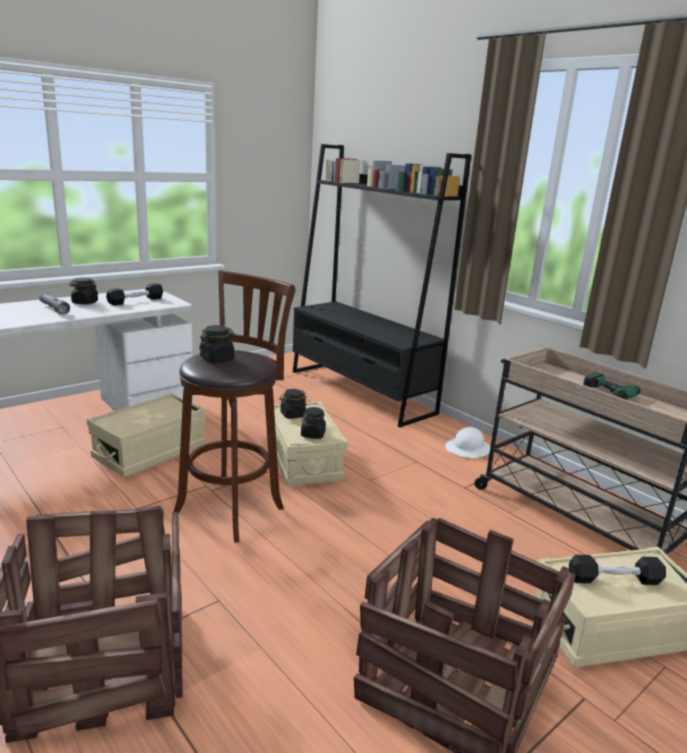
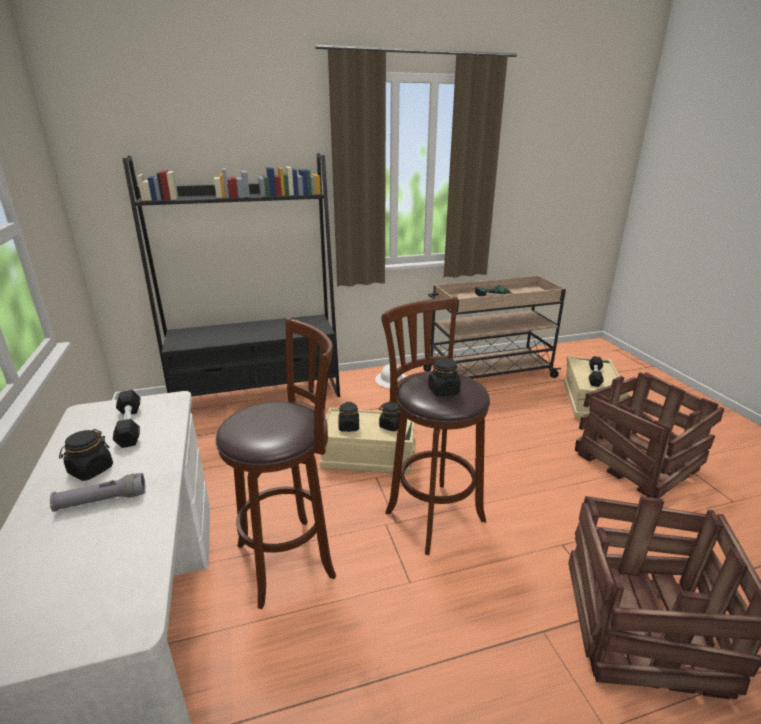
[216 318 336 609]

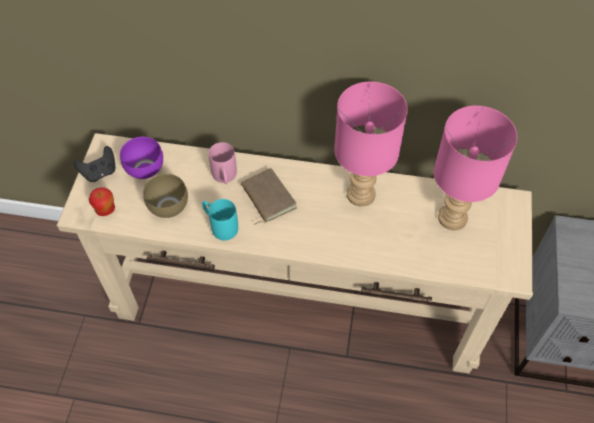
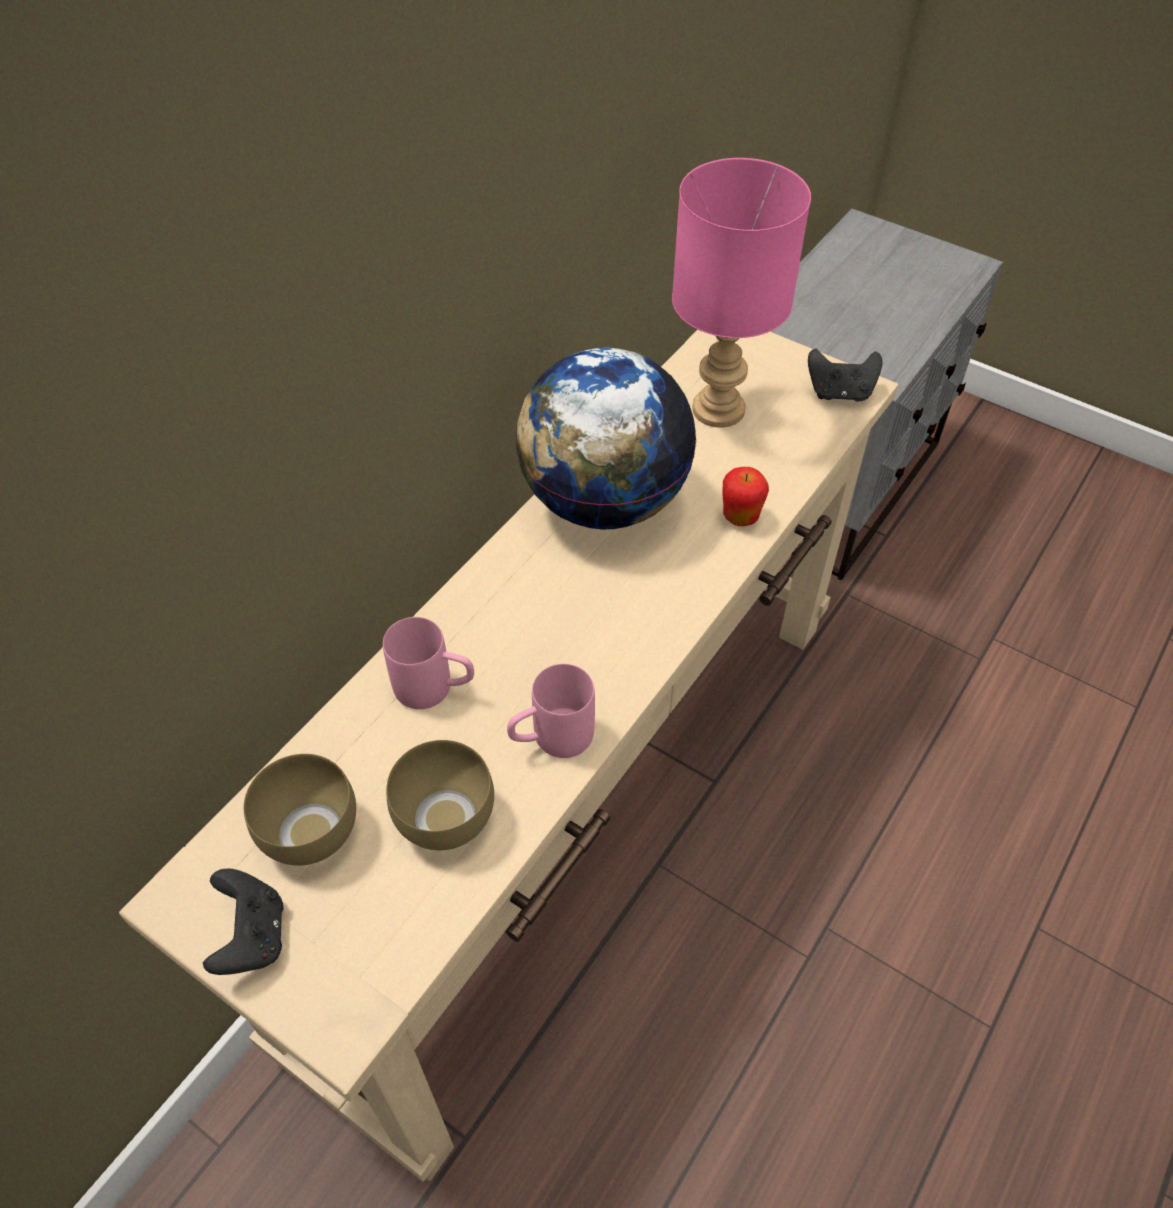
[241 168 297 225] (first image)
[808 349 882 402]
[722 467 769 526]
[515 348 697 529]
[244 754 356 866]
[507 664 595 758]

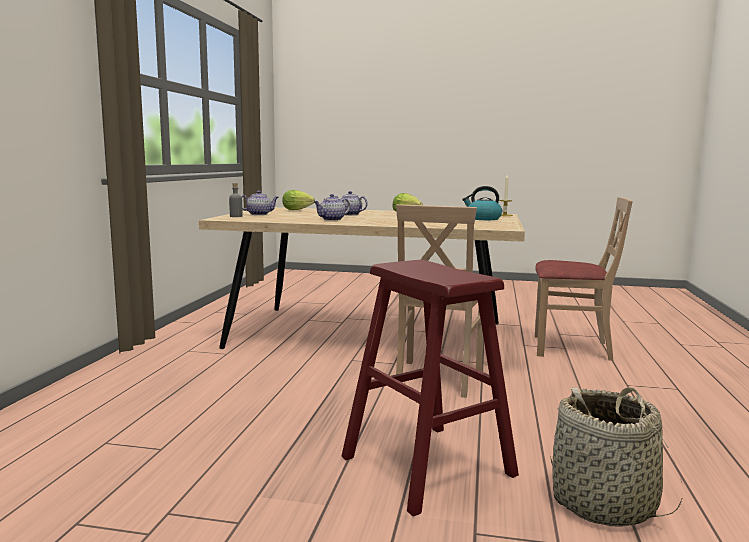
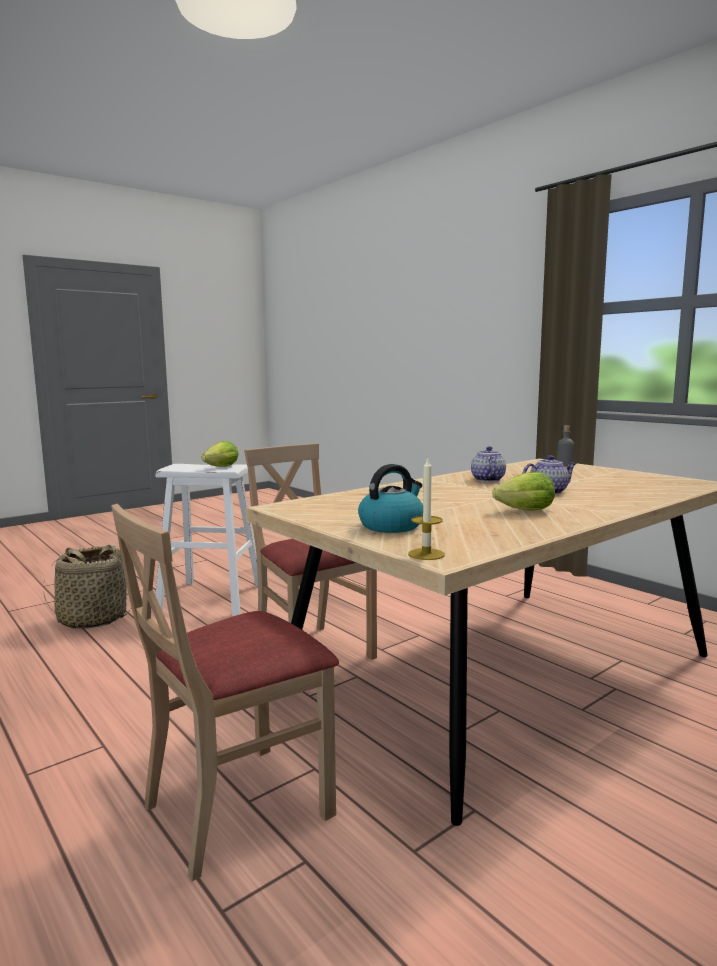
[241 191 278 215] (first image)
[202 441 239 467]
[156 464 258 616]

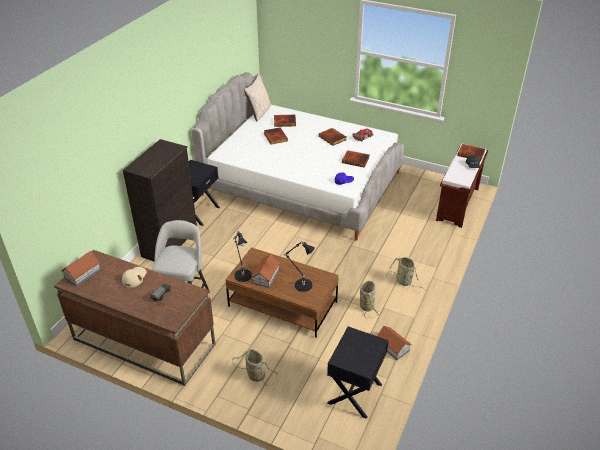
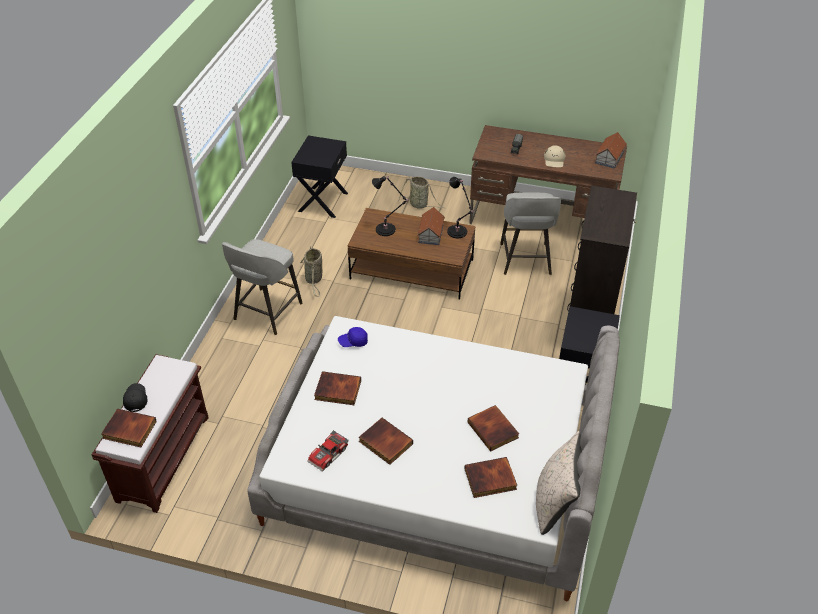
[377 326 411 360] (first image)
[222 239 303 335]

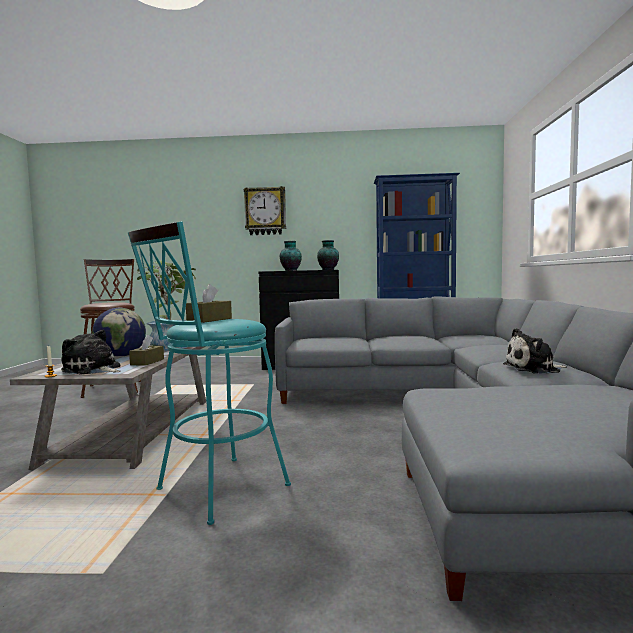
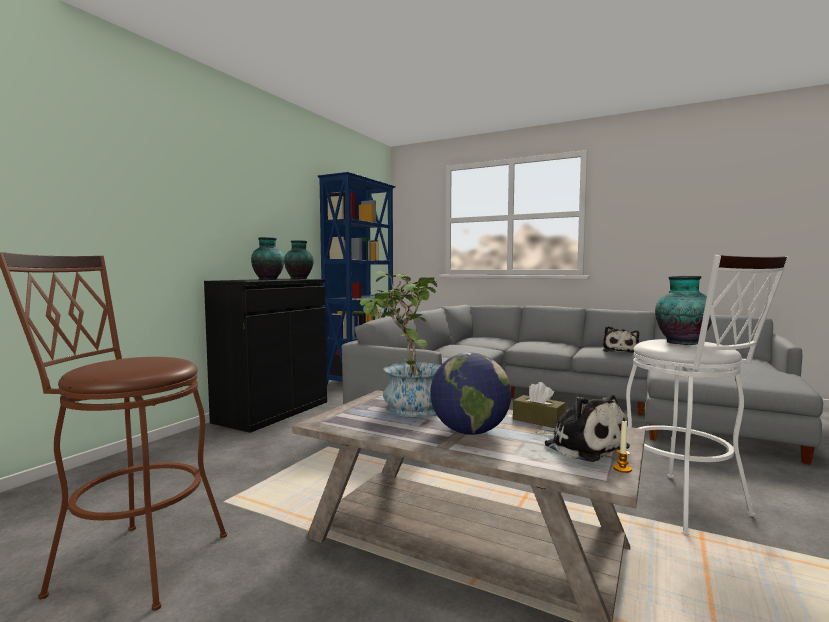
[244 186 286 235] (first image)
[655 276 712 345]
[626 255 788 535]
[535 394 630 462]

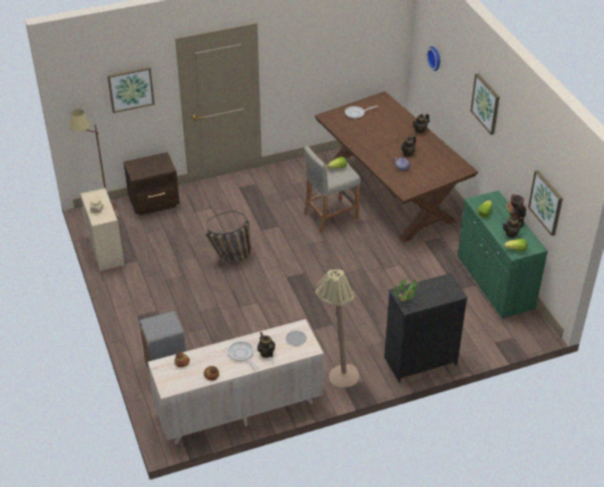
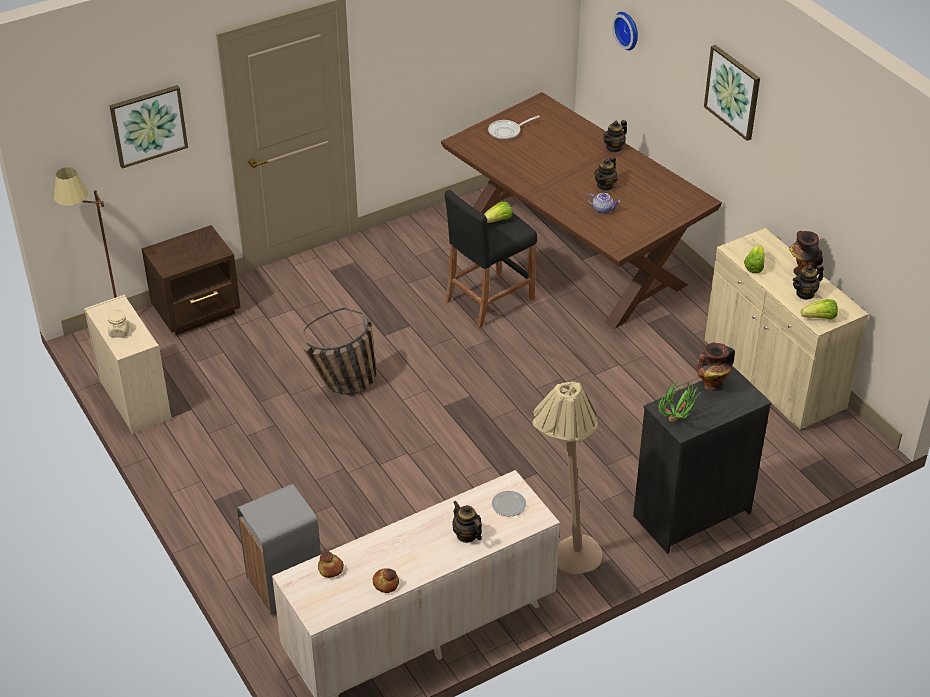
[228 341 259 369] (first image)
[528 170 563 236] (first image)
[696 343 735 392]
[445 190 537 328]
[705 228 868 430]

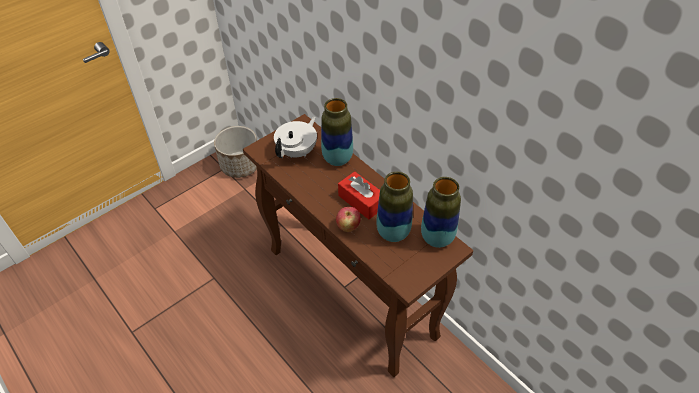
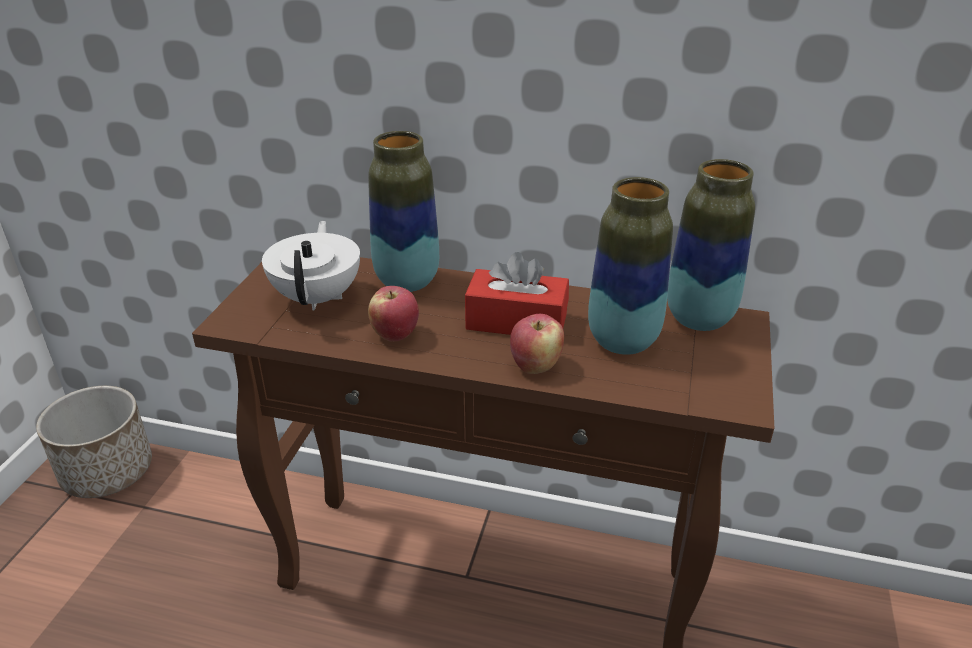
[368 286 419 342]

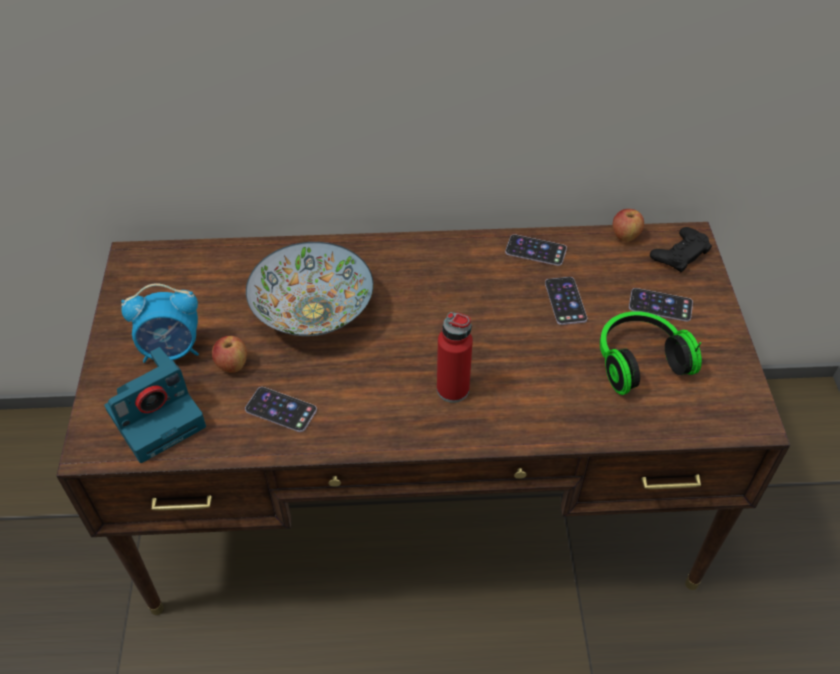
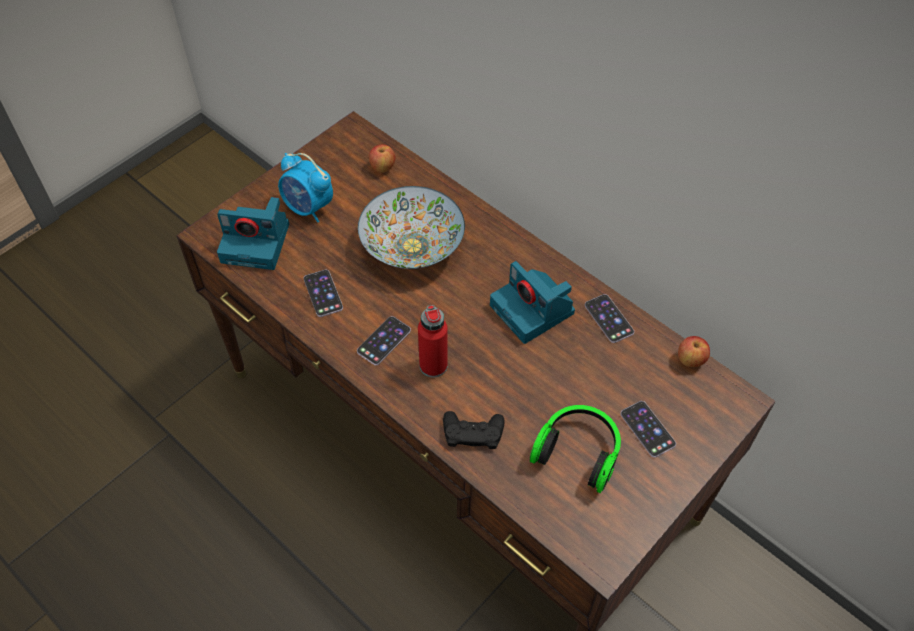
[490 261 575 344]
[369 144 396 173]
[357 316 411 365]
[443 411 505 449]

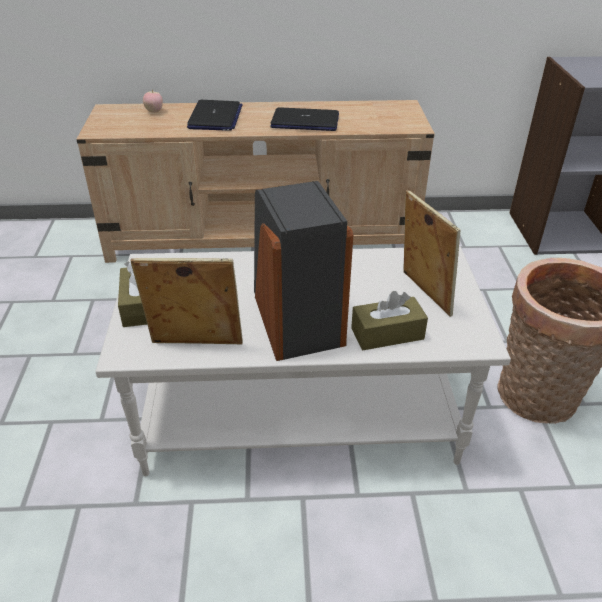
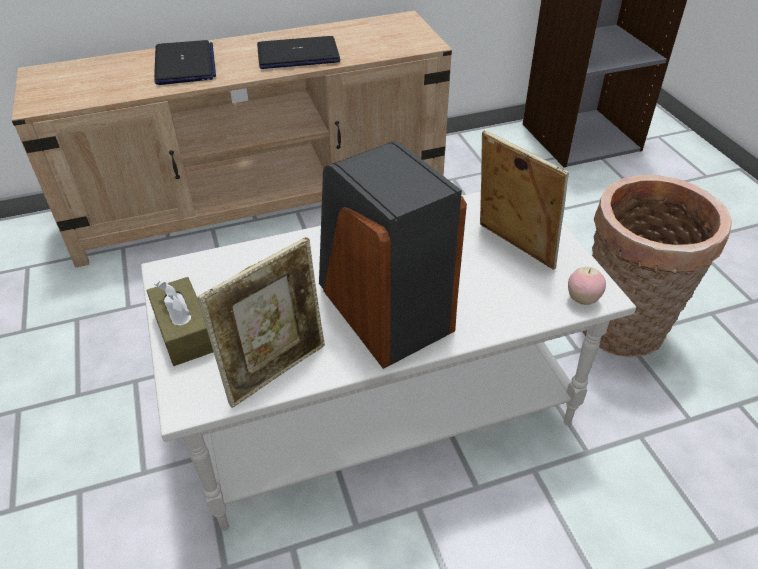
[351 291 428 350] (first image)
[568 267 606 305]
[197 237 325 408]

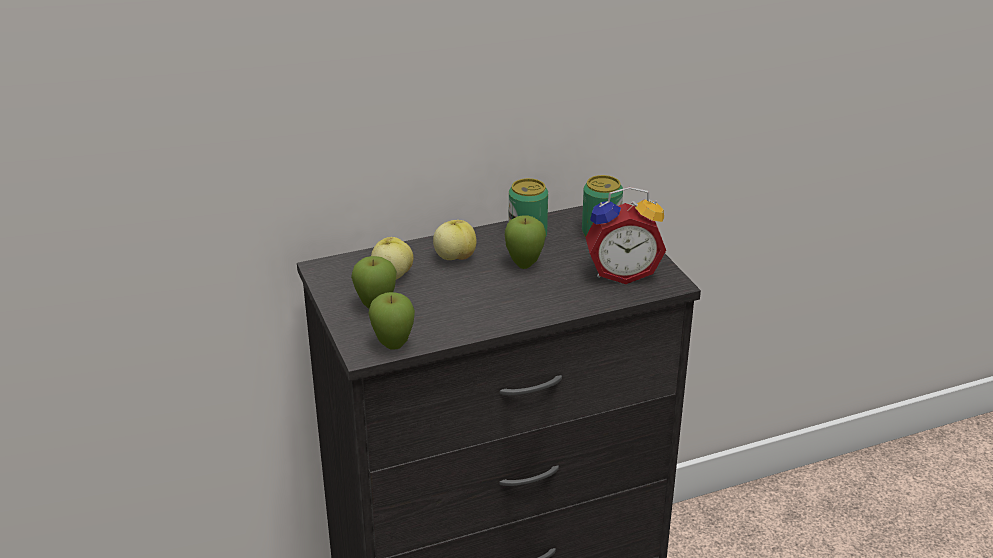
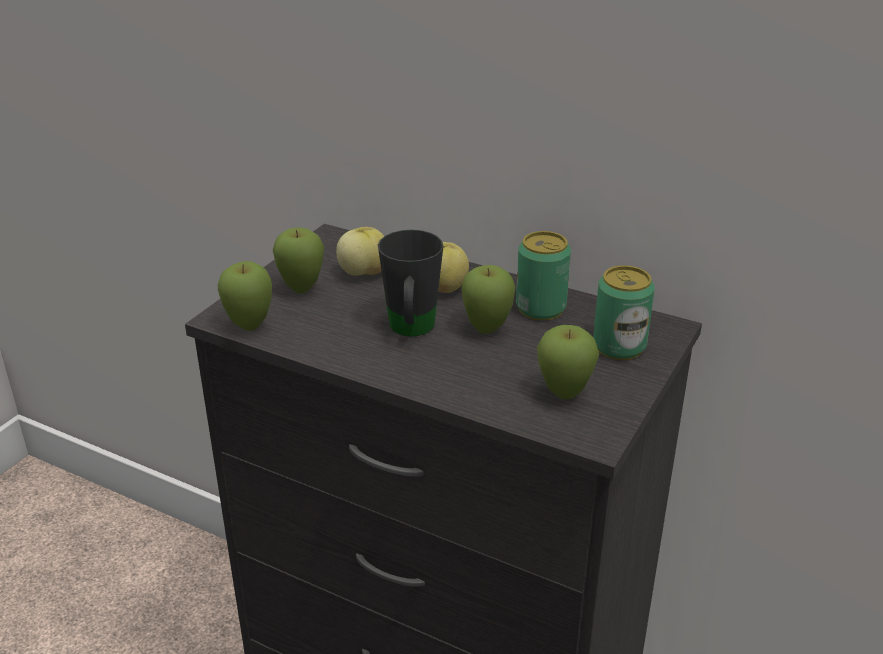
[378 230 443 336]
[537 325 599 399]

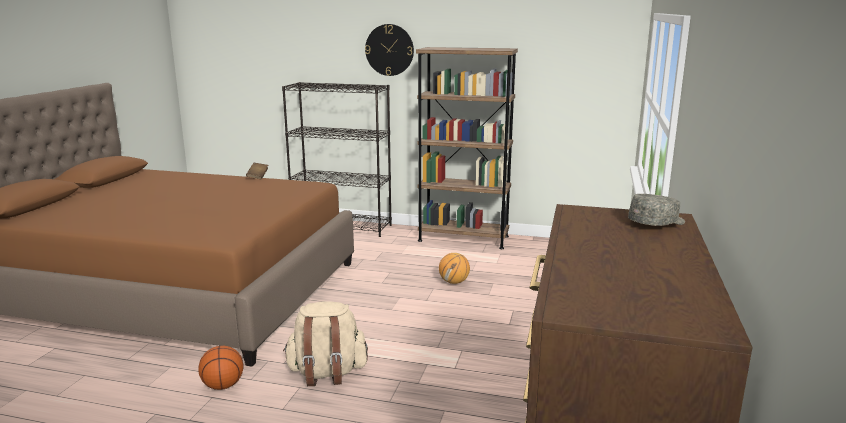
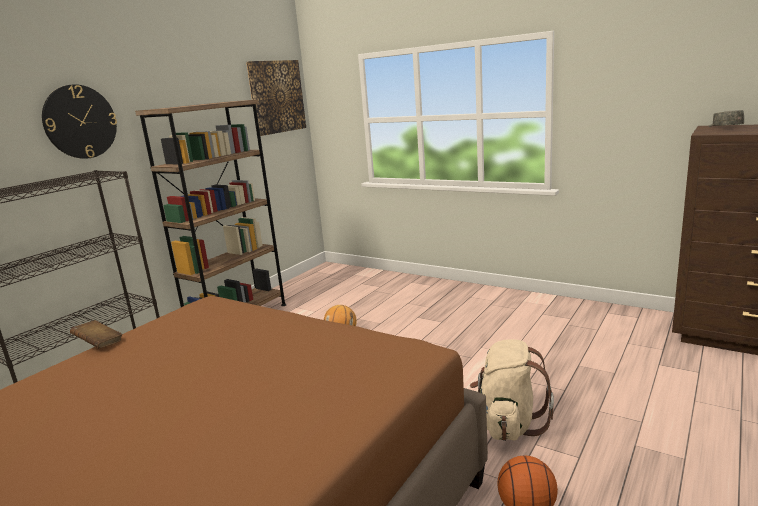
[246 60 306 136]

